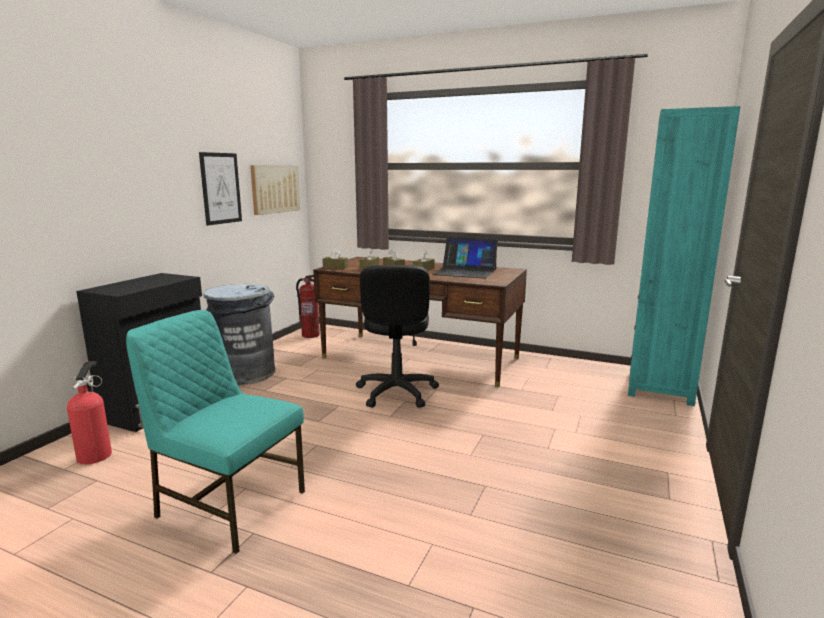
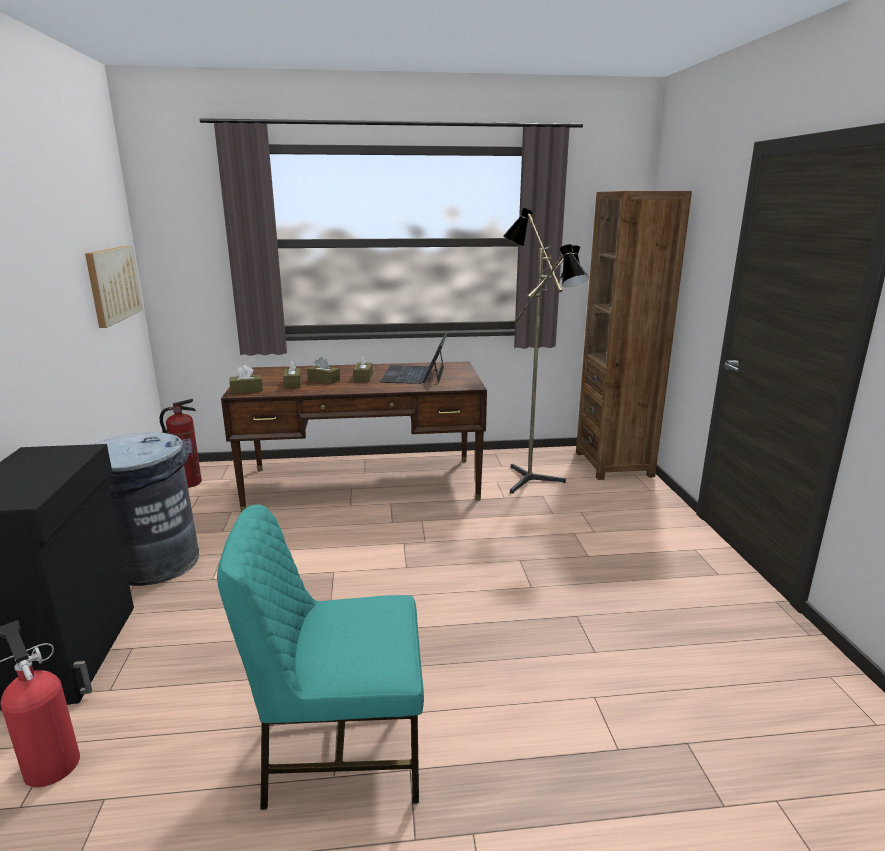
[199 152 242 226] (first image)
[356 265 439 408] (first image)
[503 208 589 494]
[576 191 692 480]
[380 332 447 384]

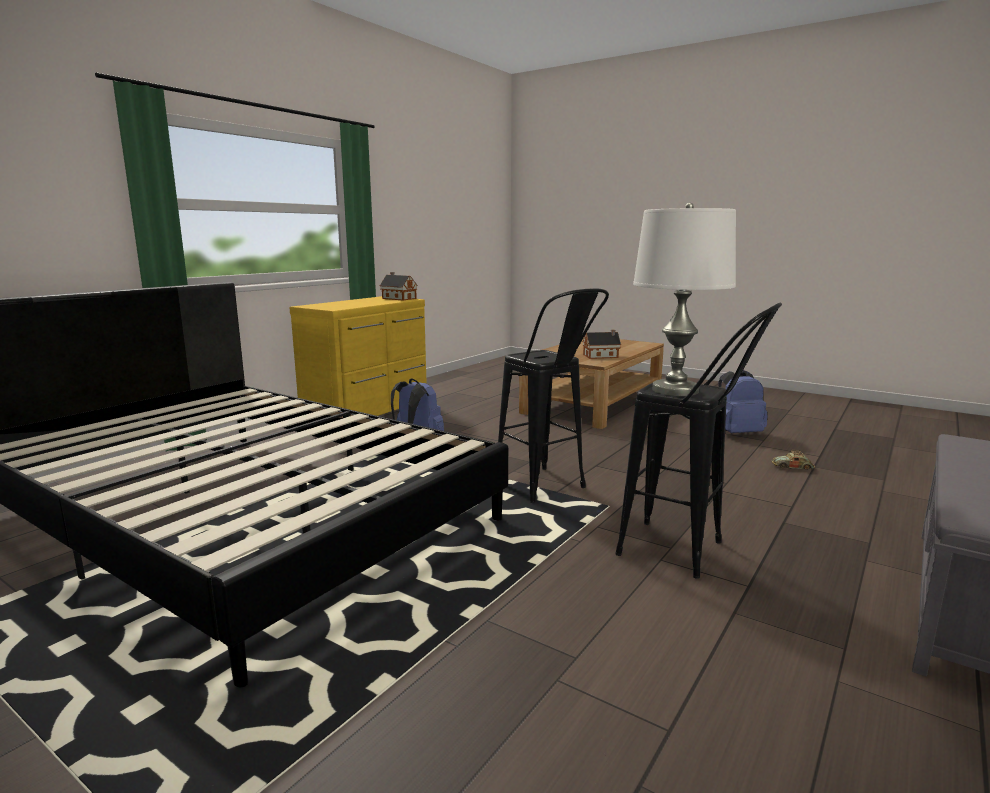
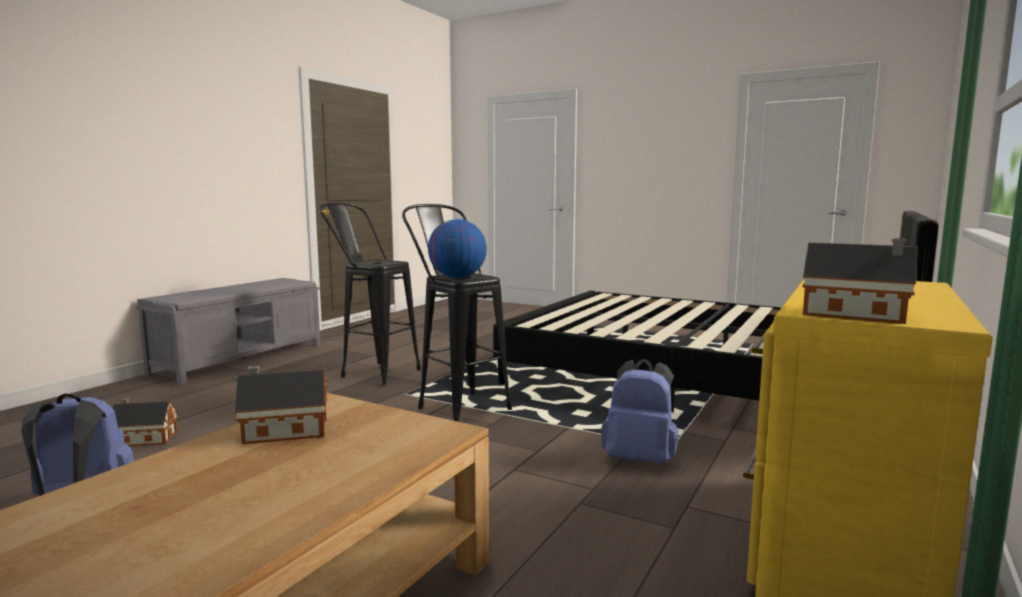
[633 203 736 396] (first image)
[428 219 487 278]
[112 398 178 446]

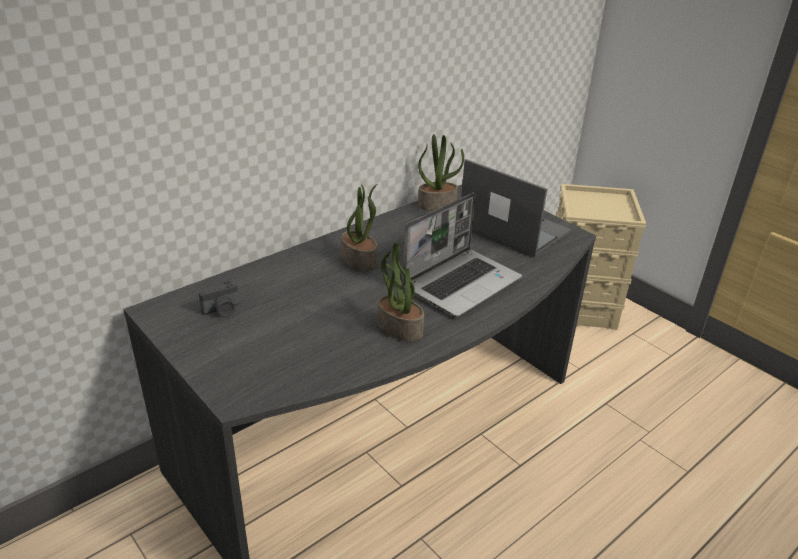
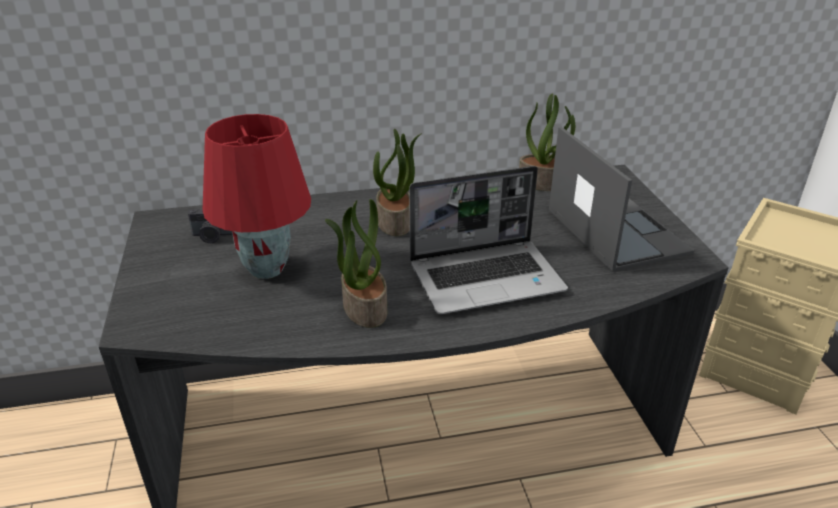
[203 114 311 279]

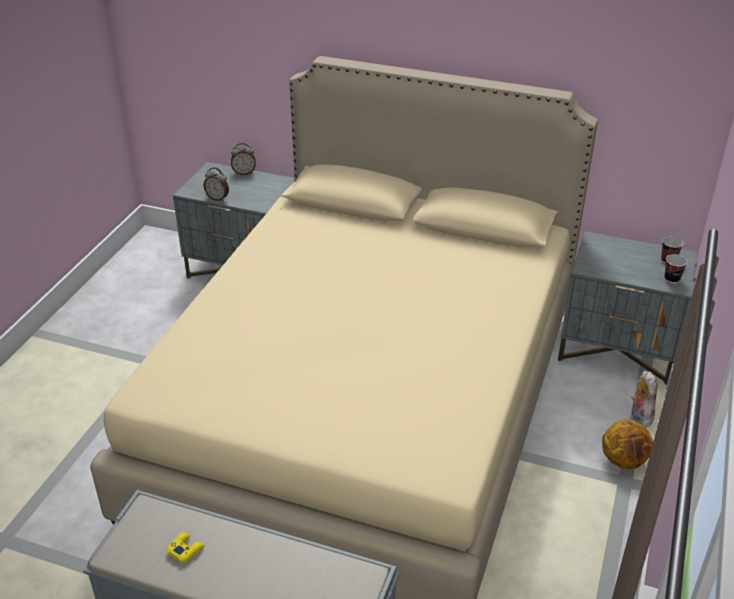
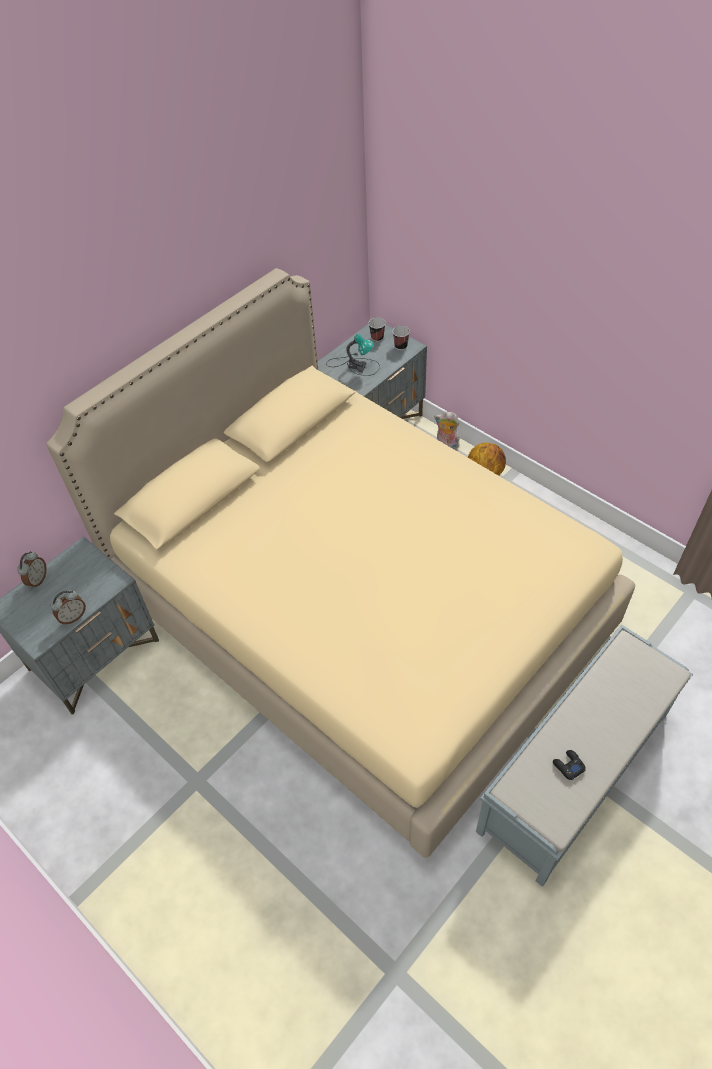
[326 334 380 376]
[553 750 586 780]

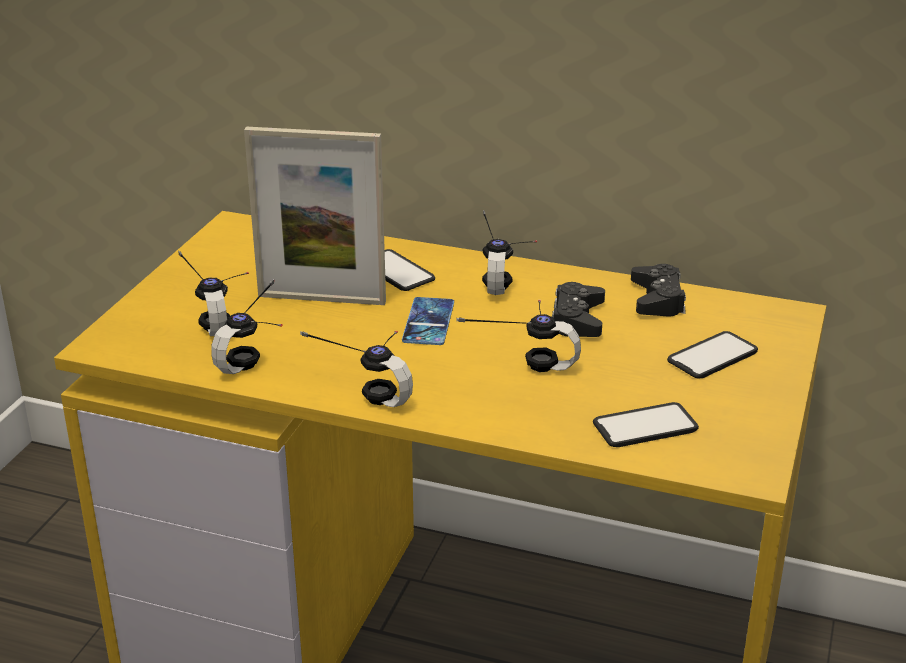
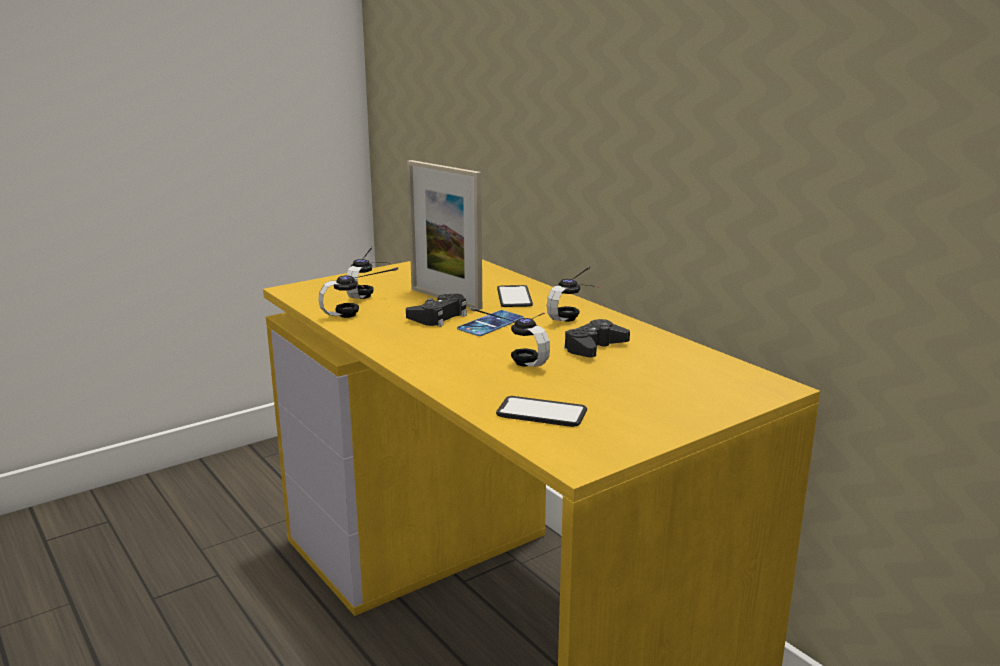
[300 331 413 407] (first image)
[667 331 758 378] (first image)
[406 293 467 327]

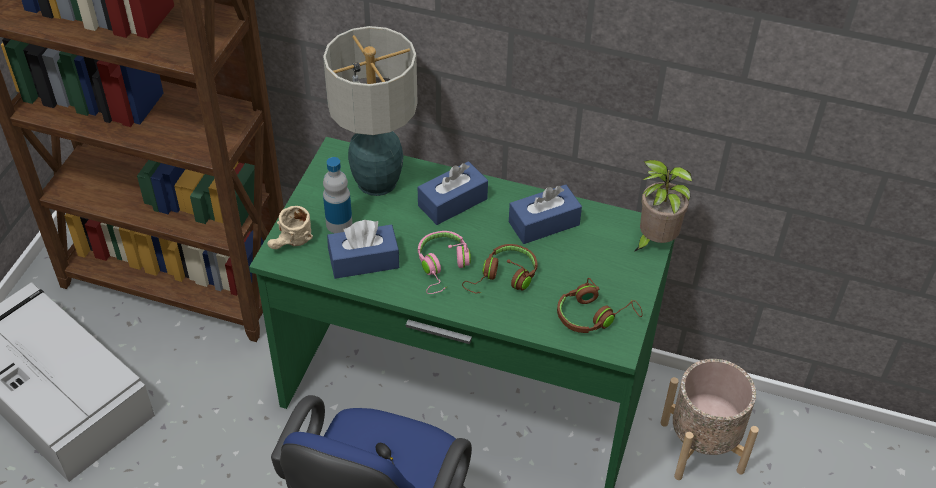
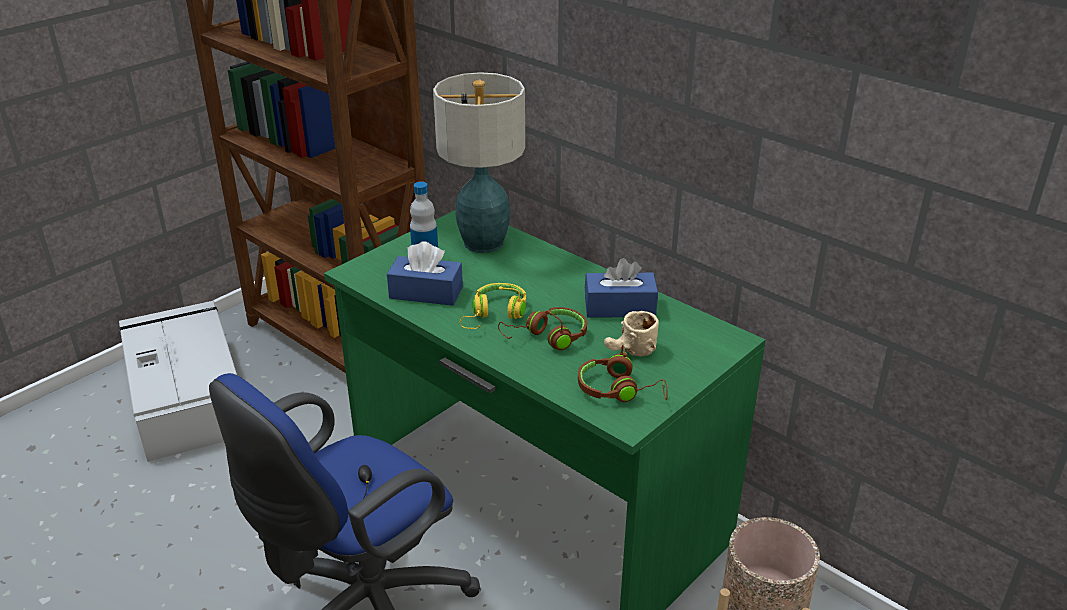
[418 161 488 225] (first image)
[634 160 692 252] (first image)
[604 311 659 357]
[460 283 526 329]

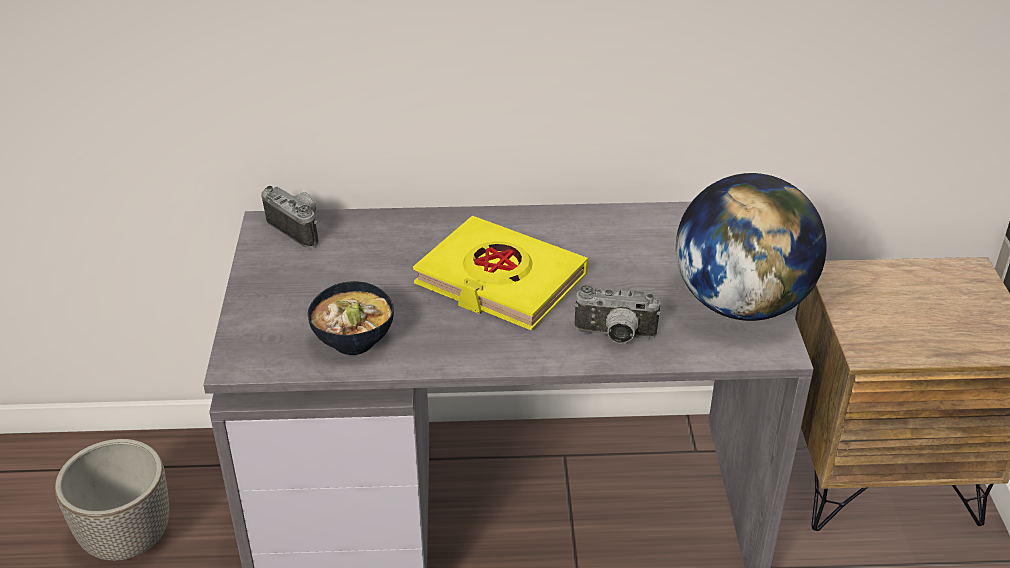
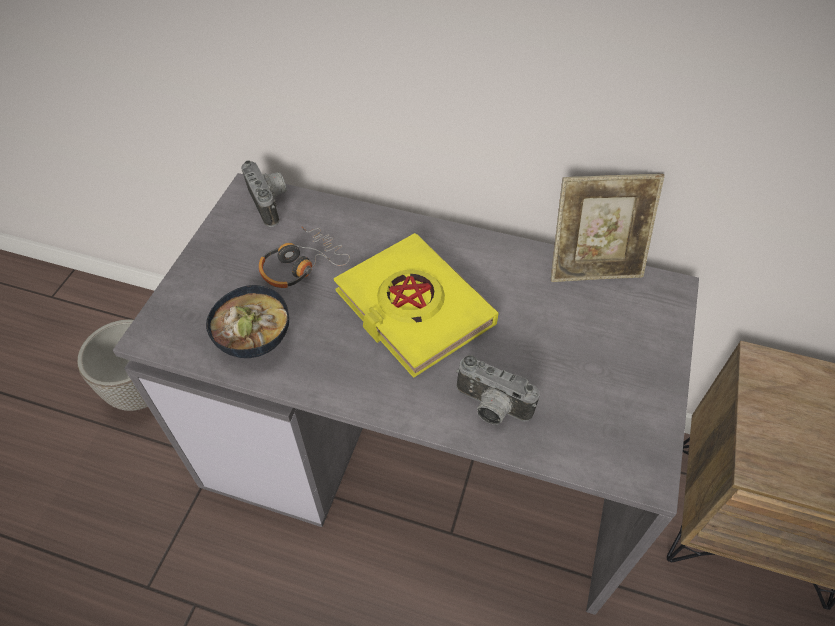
[676 173 827 321] (first image)
[259 226 350 288]
[551 174 665 282]

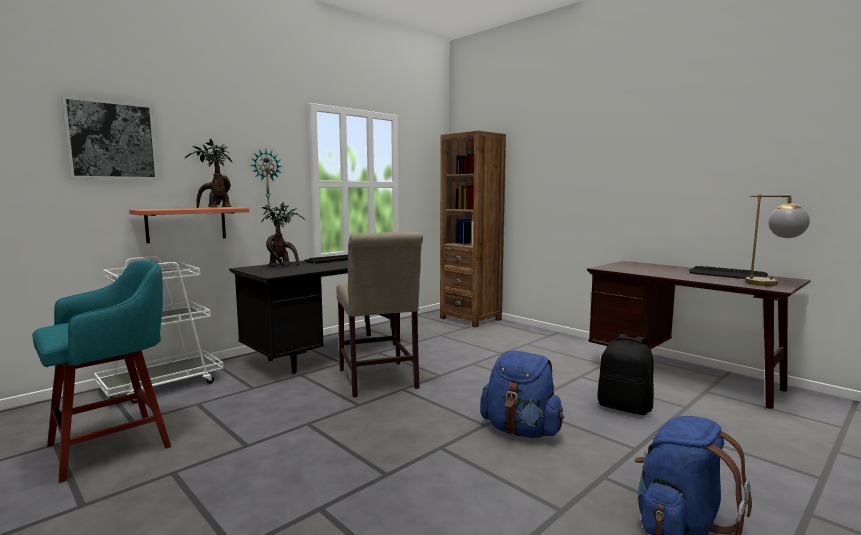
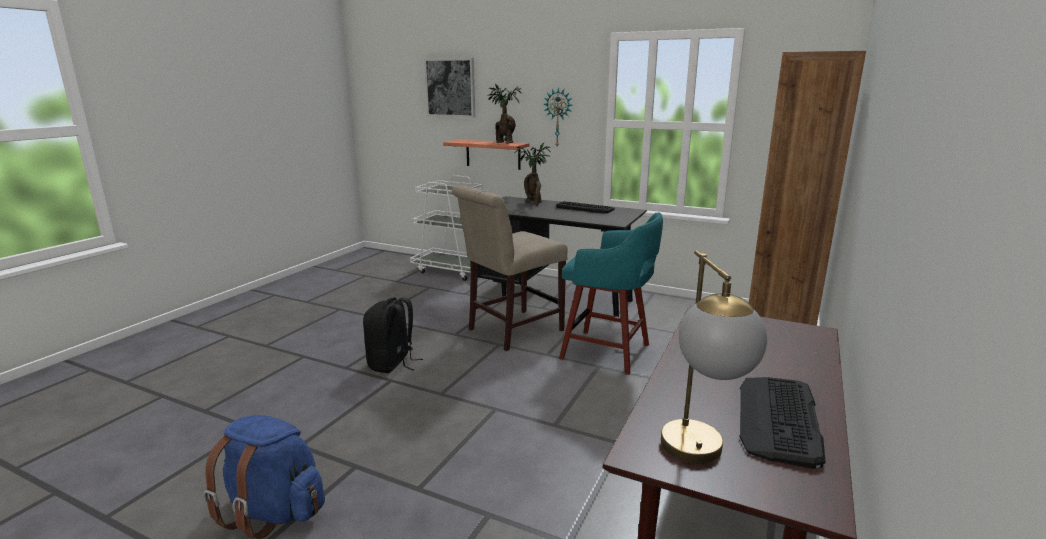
[480 351 565 438] (first image)
[559 212 663 375]
[363 297 423 373]

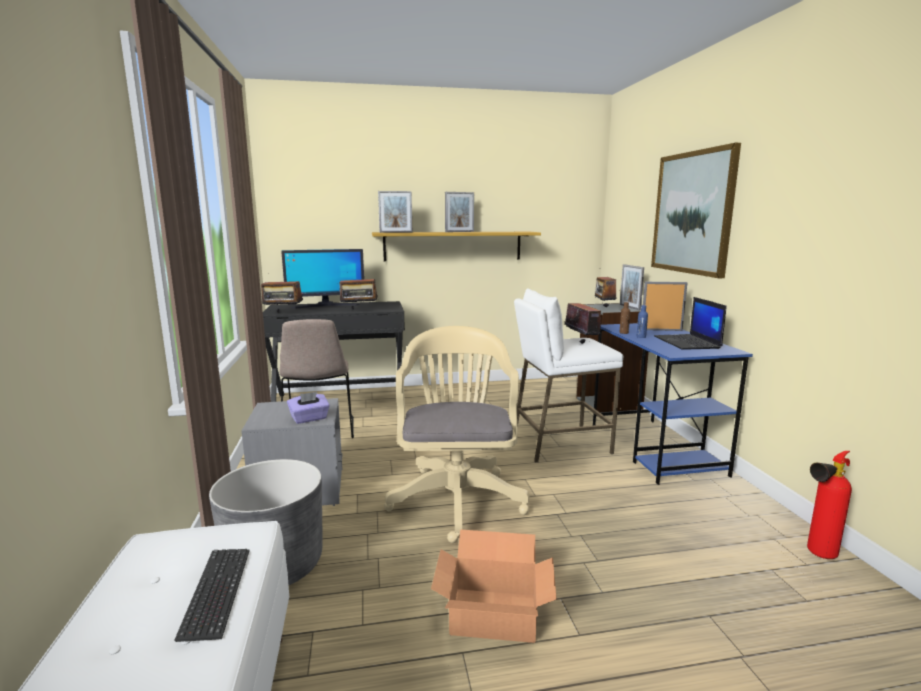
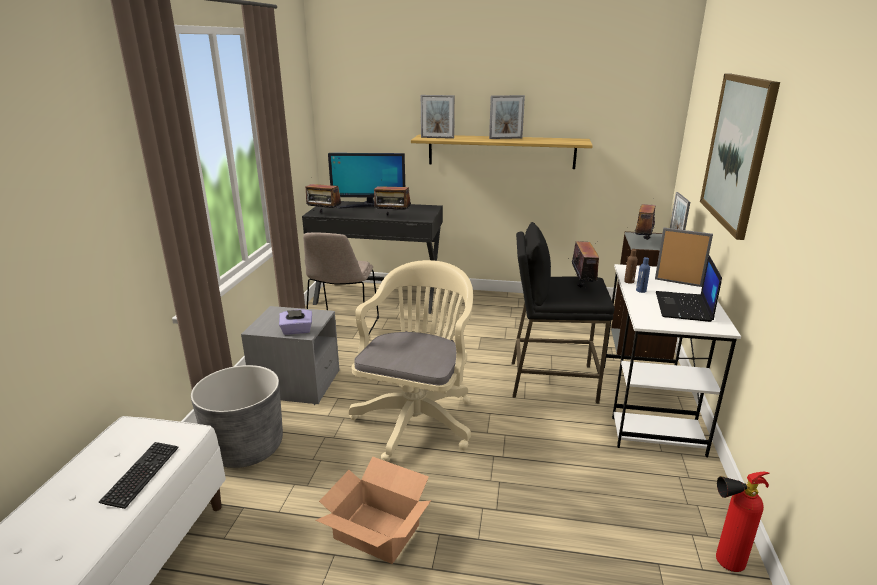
[512 222 615 404]
[604 264 741 457]

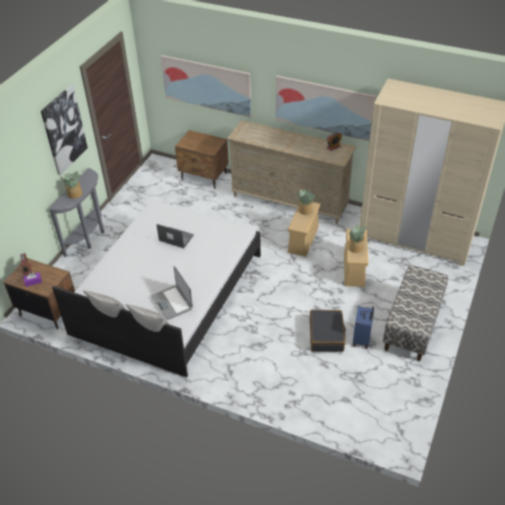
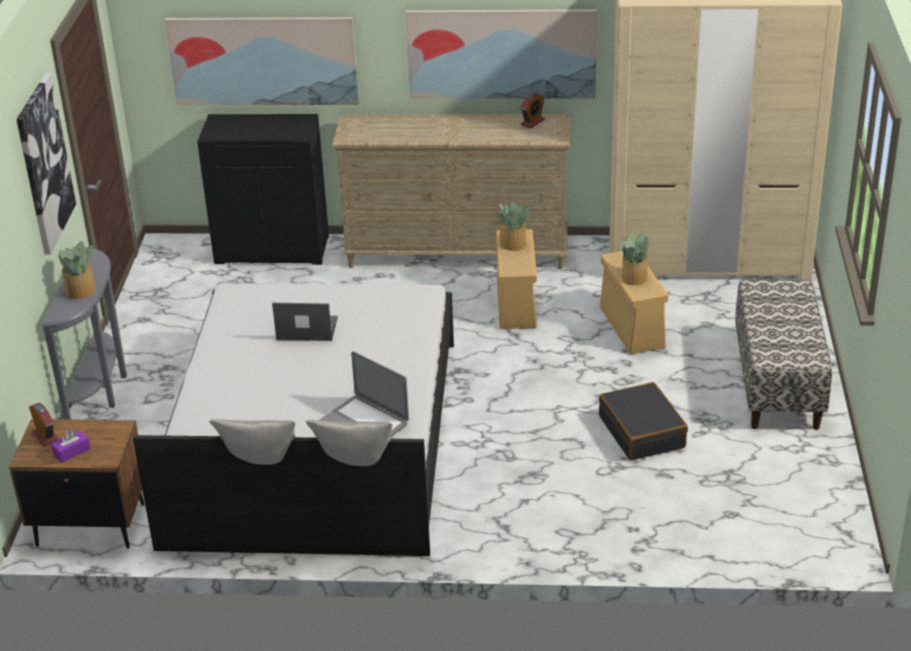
[353 306 374 349] (first image)
[197 114 329 265]

